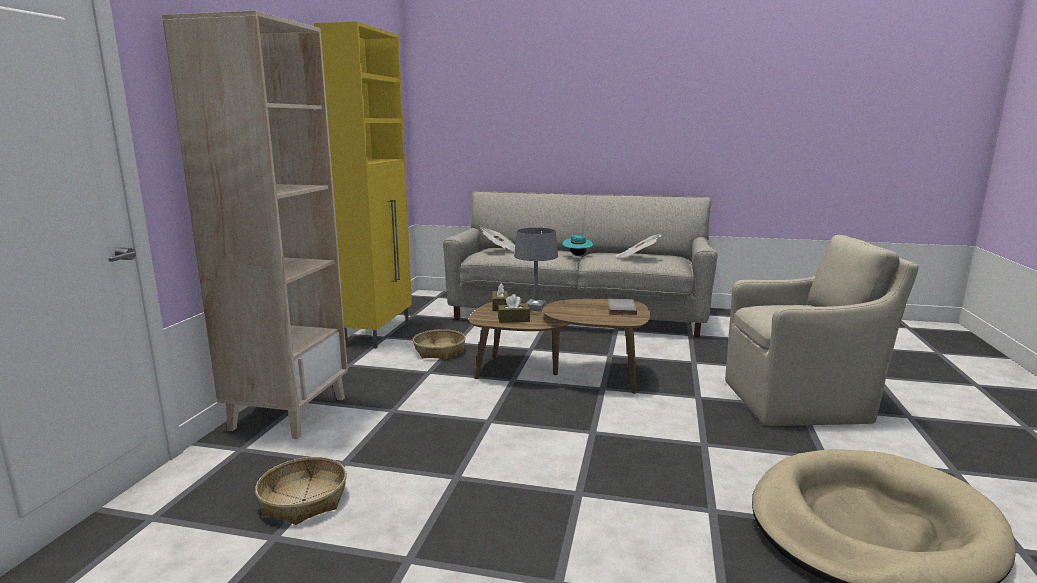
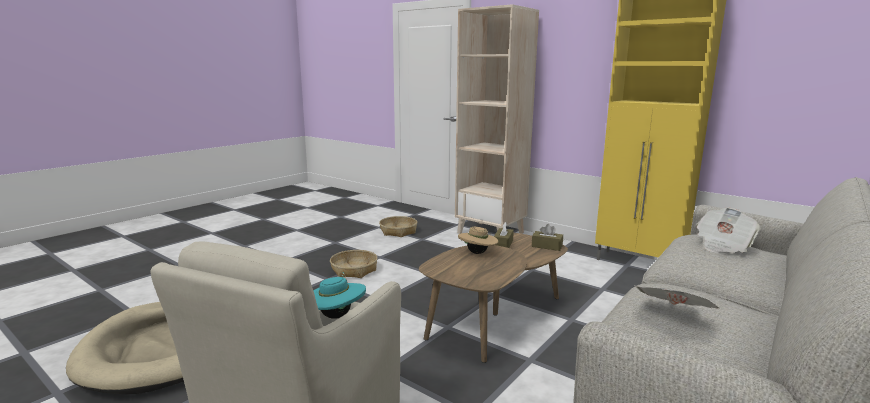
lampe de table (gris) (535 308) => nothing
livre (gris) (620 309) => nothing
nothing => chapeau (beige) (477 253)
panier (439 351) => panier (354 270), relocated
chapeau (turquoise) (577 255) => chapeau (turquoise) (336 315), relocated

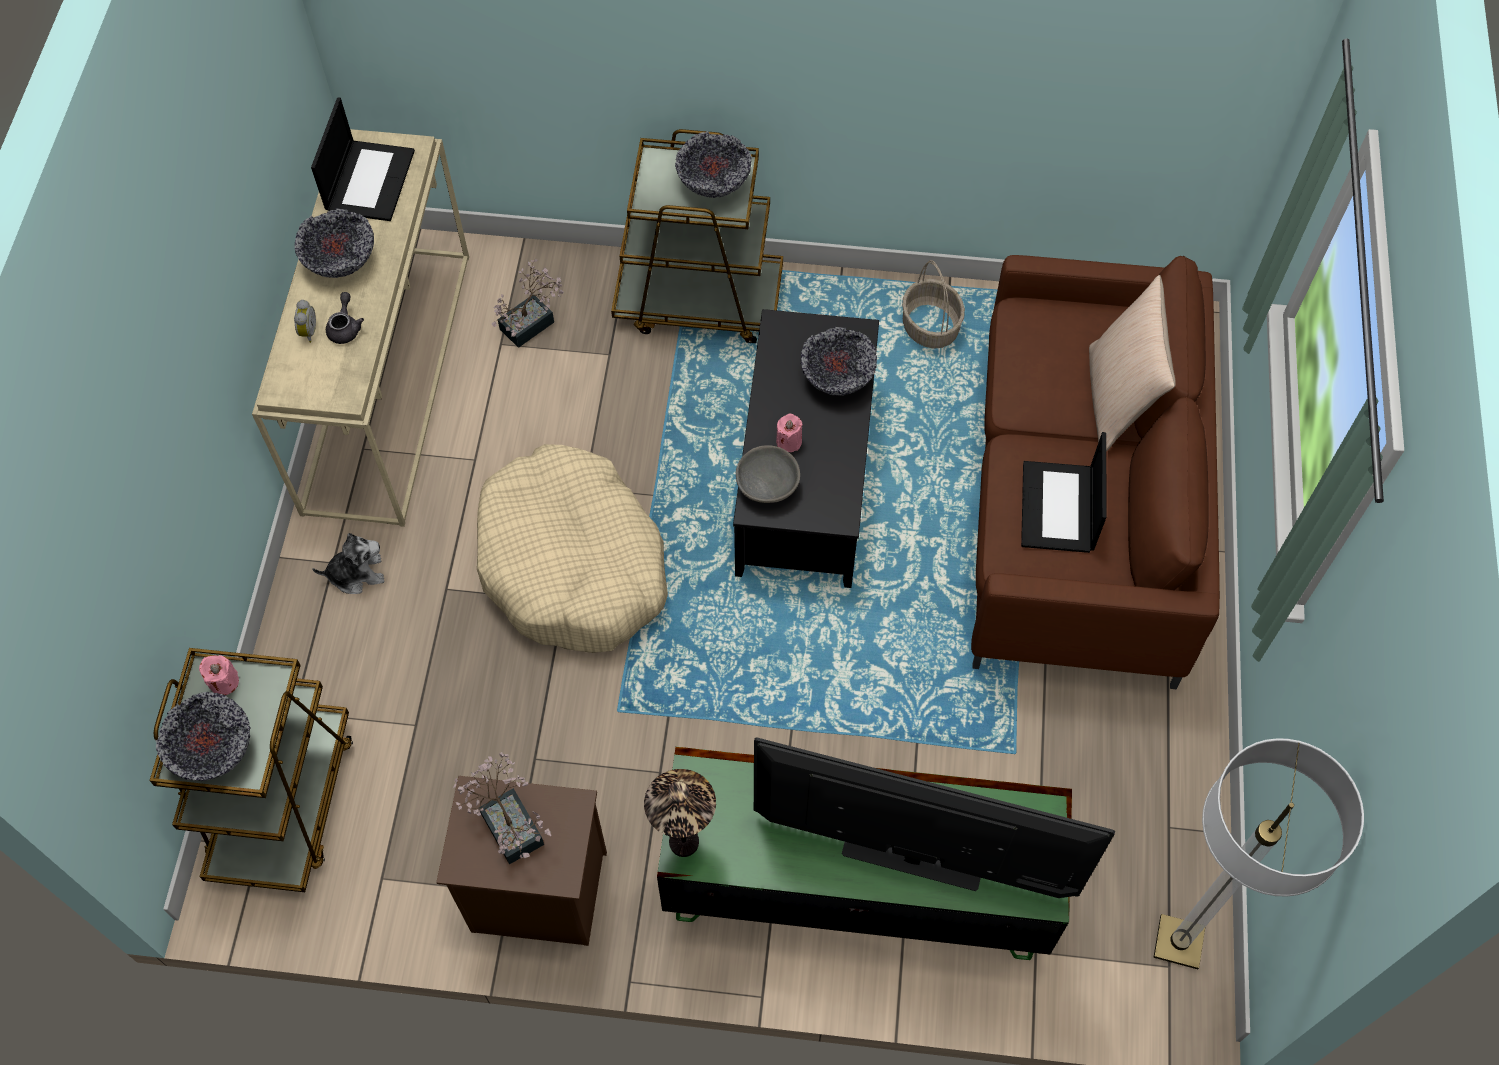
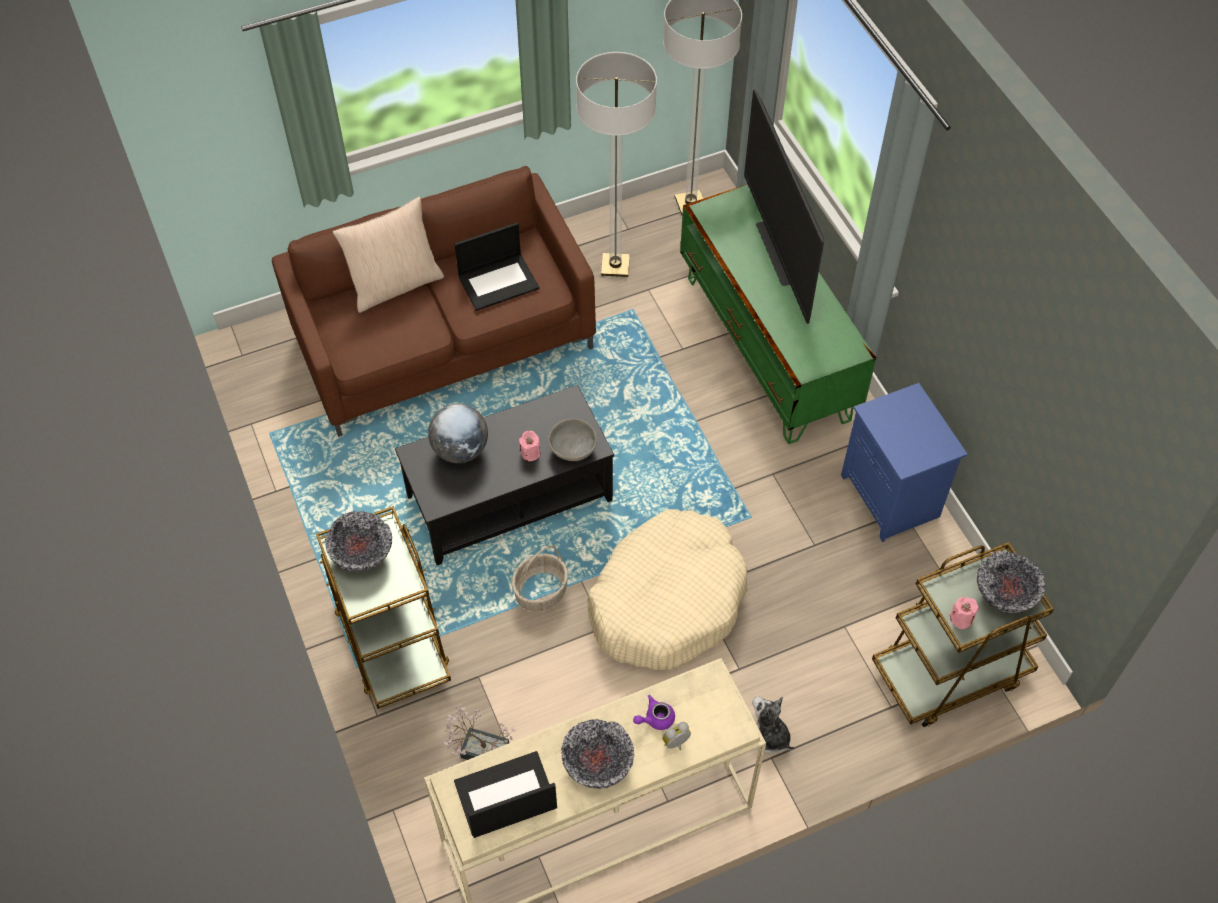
plante en pot (509 822) => nothing
lampe de table (684 842) => nothing
nothing => lampadaire (615 266)
panier (929 326) => panier (540 592), relocated
bol (837 378) => globe (460 449)
théière (gris) (345 327) => théière (violet) (655 719)
table de chevet (marron) (535 893) => table de chevet (bleu) (892 497)

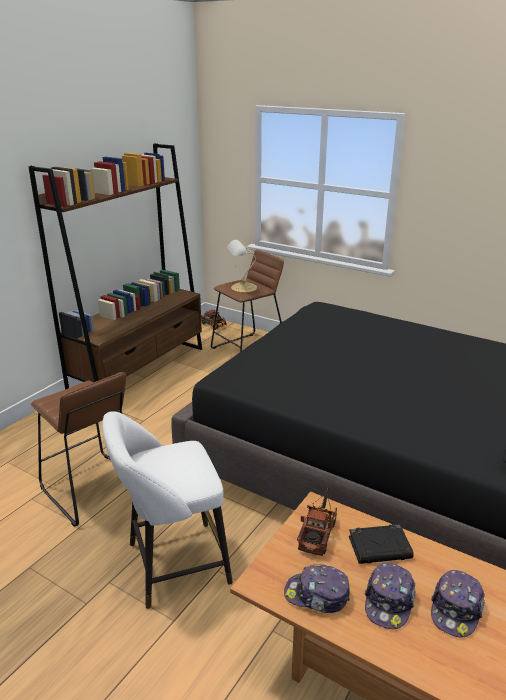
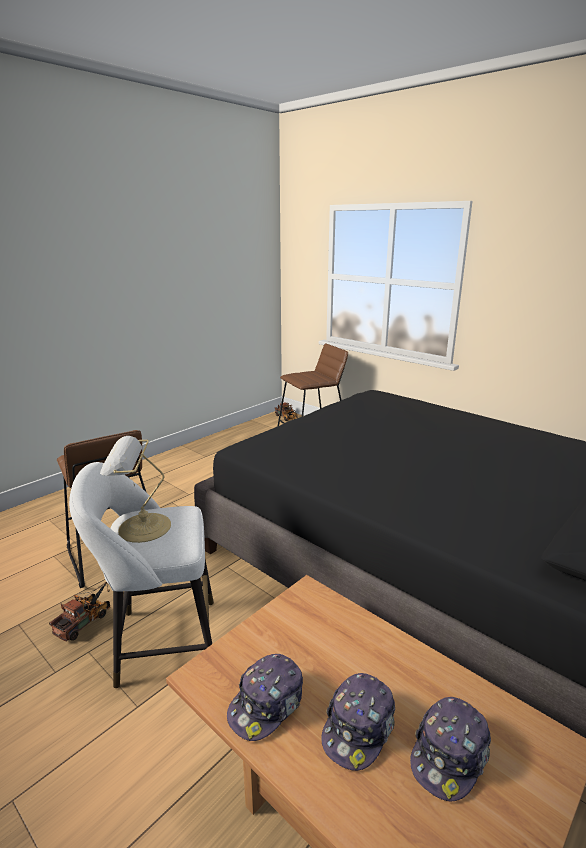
bibliothèque (marron) (139 371) => nothing
livre (noir) (380 547) => nothing
lampe de table (242 288) => lampe de table (141 527), relocated
camion jouet (318 532) => camion jouet (86 620), relocated
casquette (317 595) => casquette (267 704), 75 degrees counterclockwise

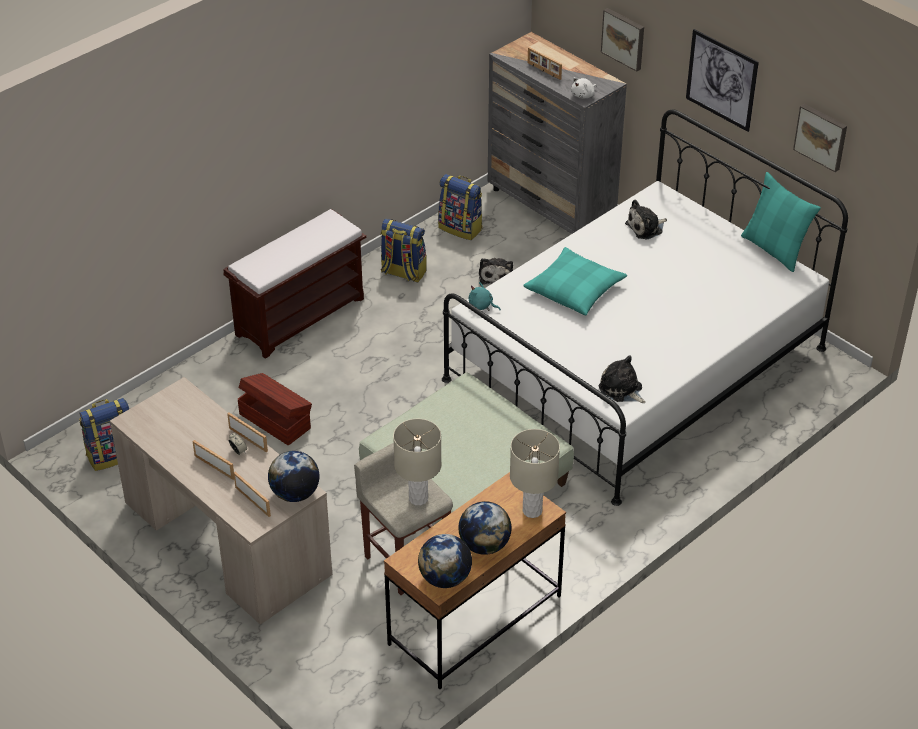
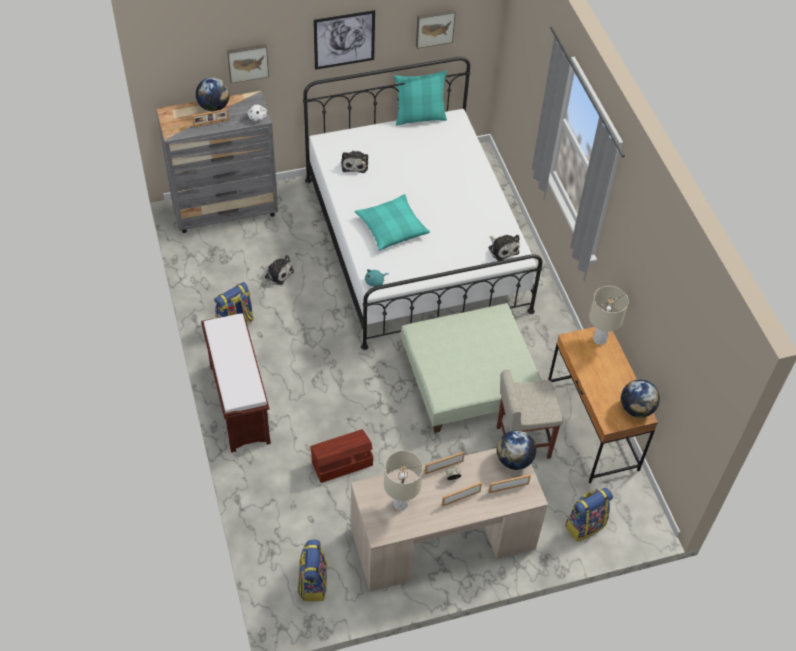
lampe de table (beige) (418 499) => lampe de table (beige) (401 504), relocated
sac à dos (461 228) => sac à dos (585 524), relocated
globe (484 545) => globe (214 107), relocated
peluche (622 389) => peluche (502 249), 105 degrees counterclockwise

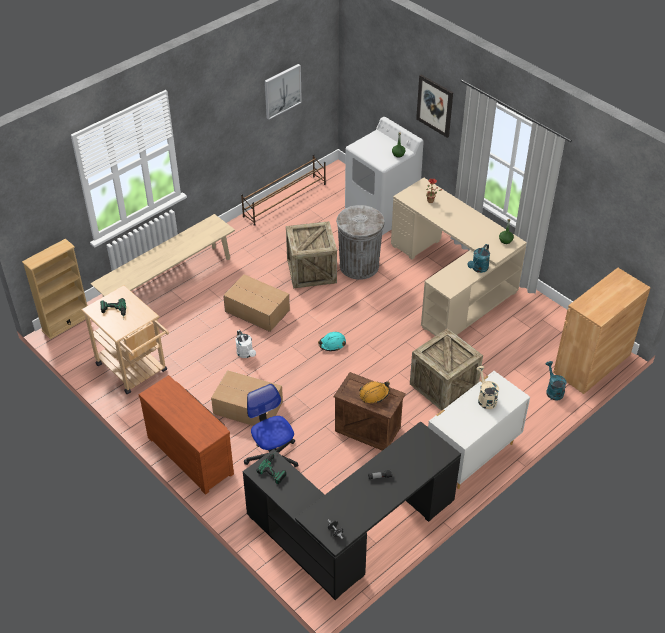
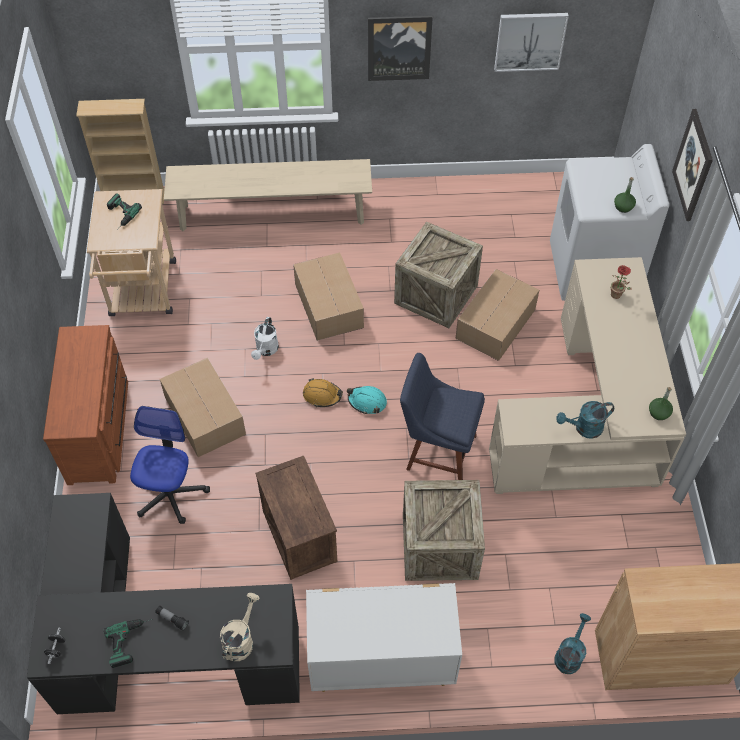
étagère à chaussures (marron) (285 200) => nothing
nothing => tableau (399 47)
nothing => chaise (bleu) (437 451)
perceuse (276 467) => perceuse (132 642), relocated
casque de chantier (orange) (374 394) => casque de chantier (orange) (322 395), relocated
arrosoir (beige) (485 398) => arrosoir (beige) (240 639), relocated
poubelle (gris) (359 266) => carton (496 323)

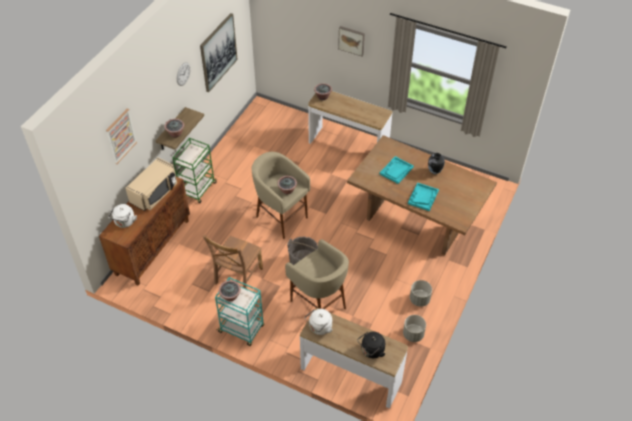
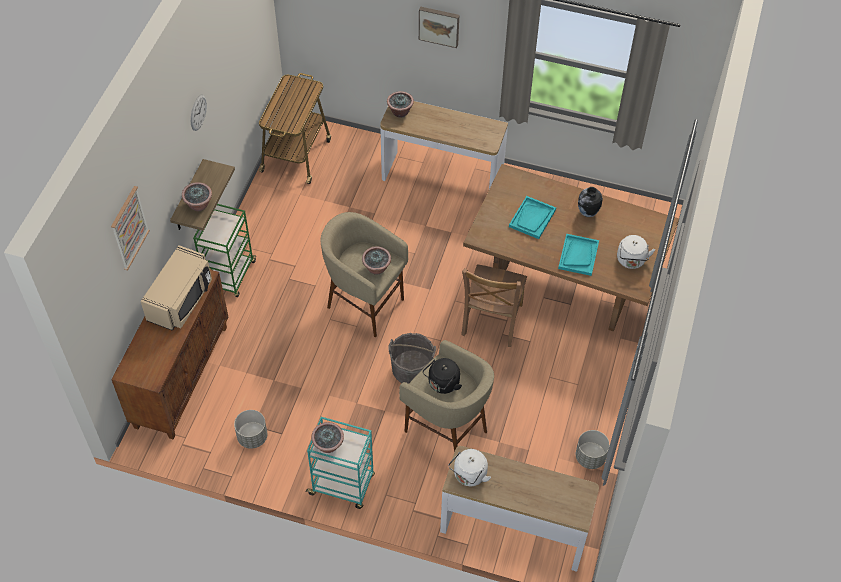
tableau (218 52) => nothing
nothing => chariot (296 154)
bouilloire (blanc) (124 222) => bouilloire (blanc) (631 261), relocated
chaise (marron) (237 277) => chaise (marron) (491 322), relocated
bouilloire (noir) (371 351) => bouilloire (noir) (442 384), relocated
cache-pot (gris) (419 299) => cache-pot (gris) (252 437), relocated

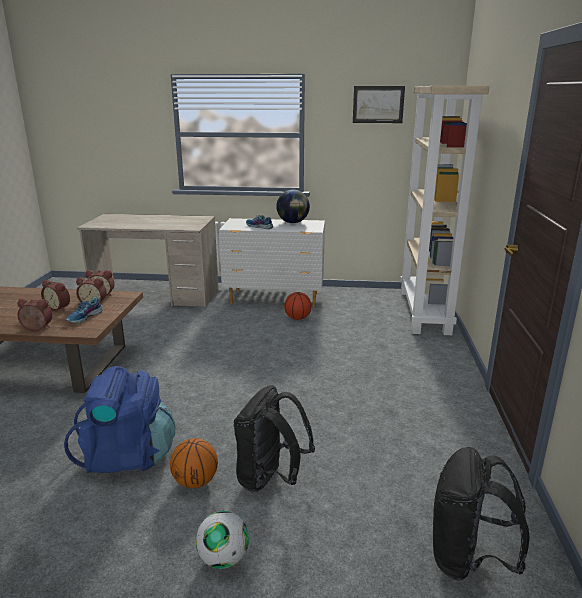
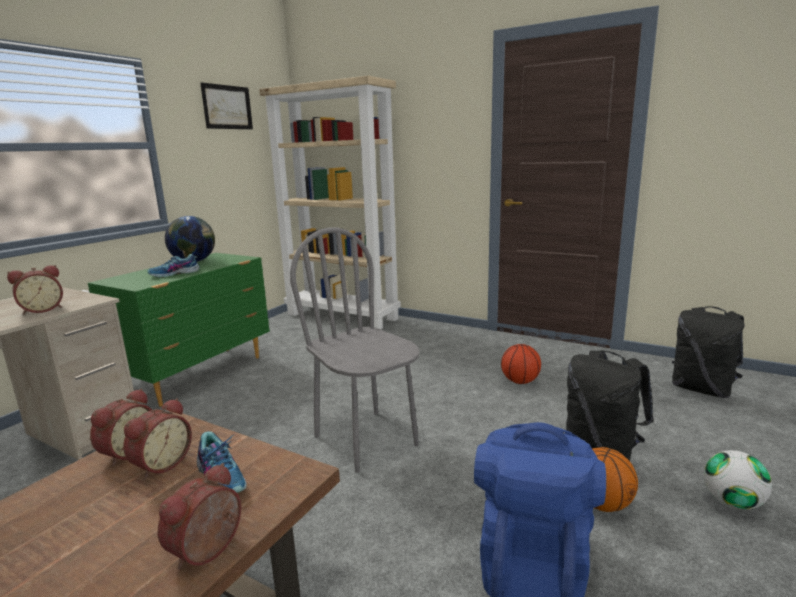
nothing => chaise (gris) (366 440)
réveil (59 308) => réveil (42 309), relocated
ballon de basket (297 318) => ballon de basket (520 381), relocated
commode (blanc) (275 299) => commode (vert) (200 374)

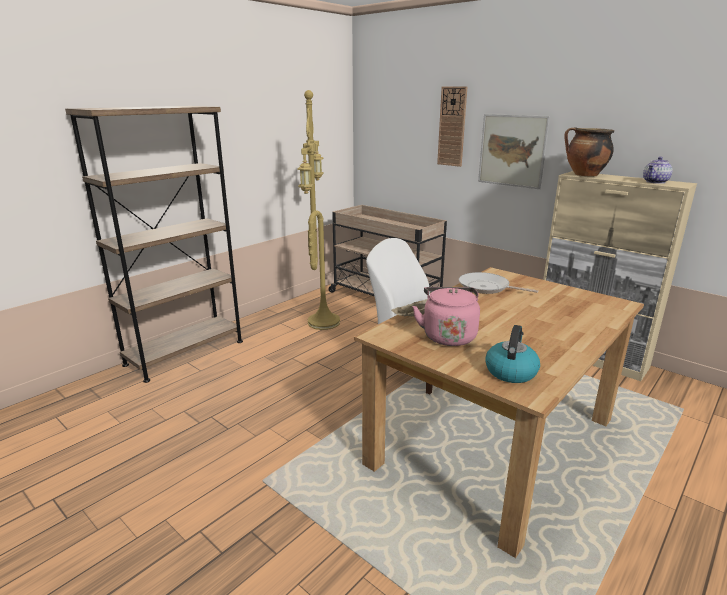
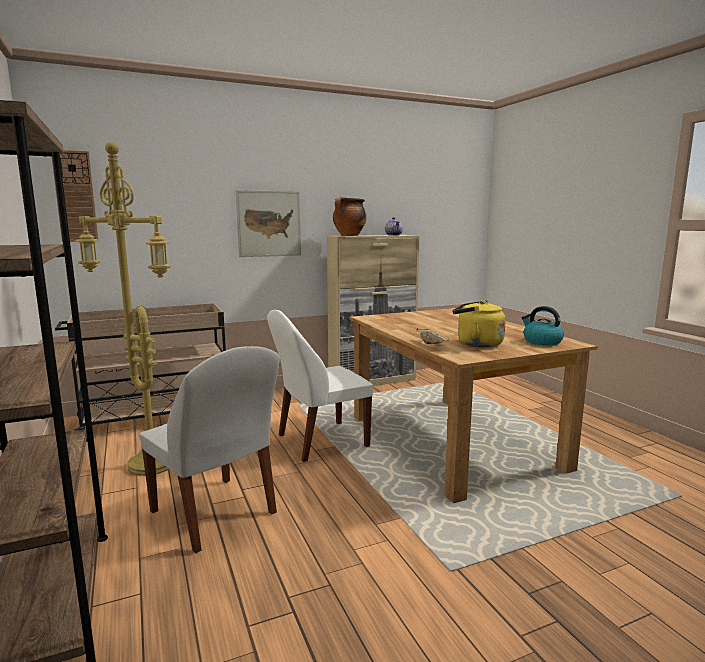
poêle (486 287) => nothing
nothing => chaise (blanc) (215 514)
horloge murale (452 127) => horloge murale (75 197), relocated
bouilloire (rose) (448 335) => bouilloire (jaune) (476 344)

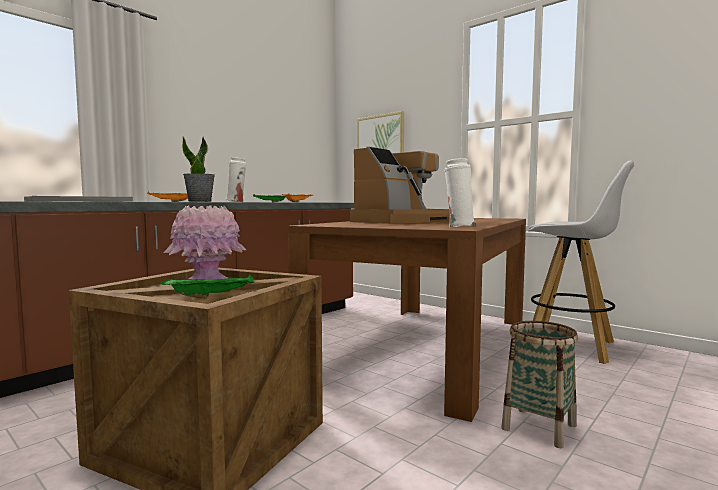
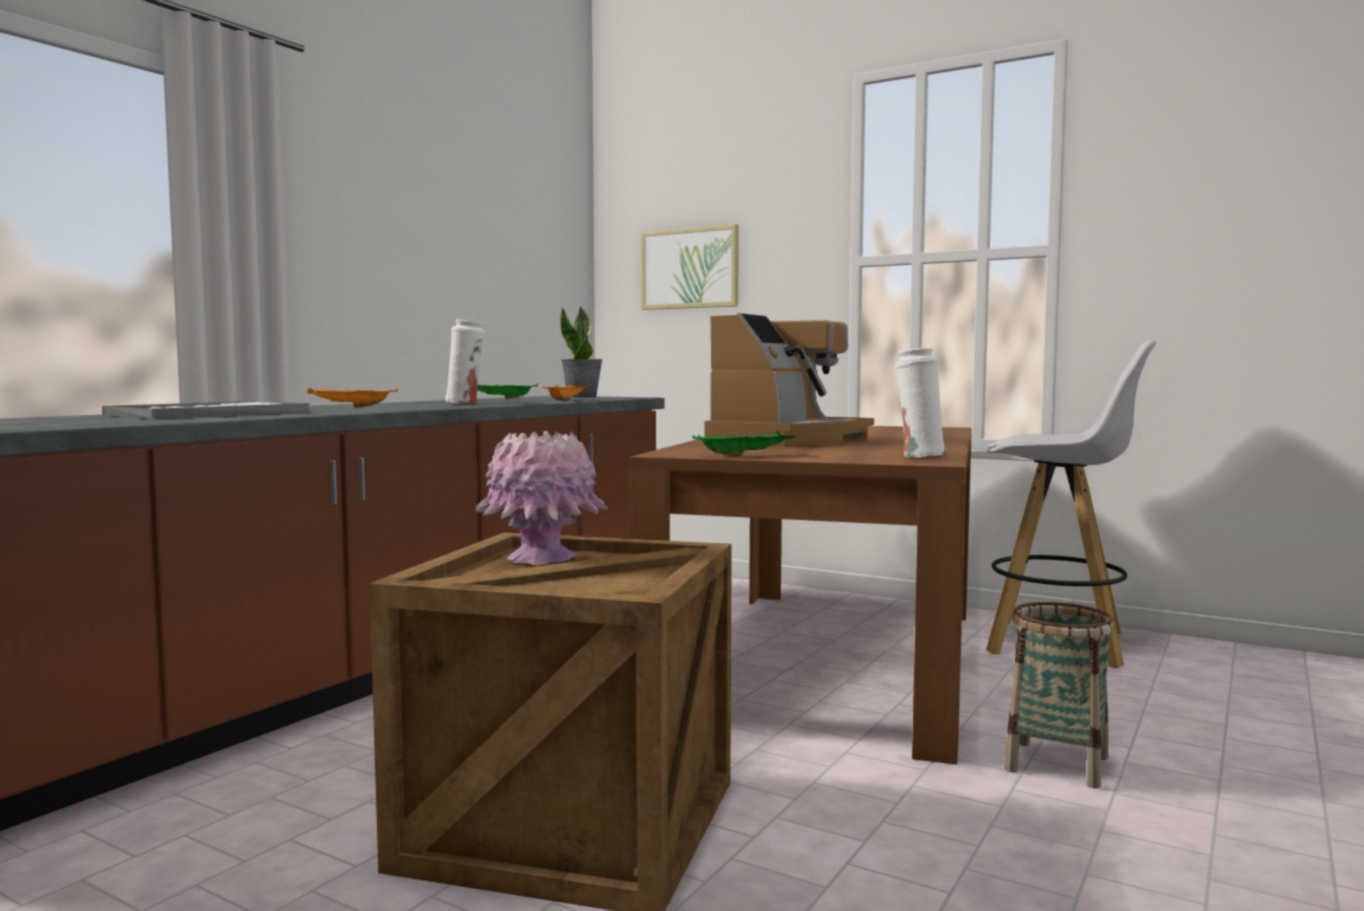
plateau (vert) (212 296) => plateau (vert) (744 455), relocated
plante en pot (200 201) => plante en pot (582 397), relocated

